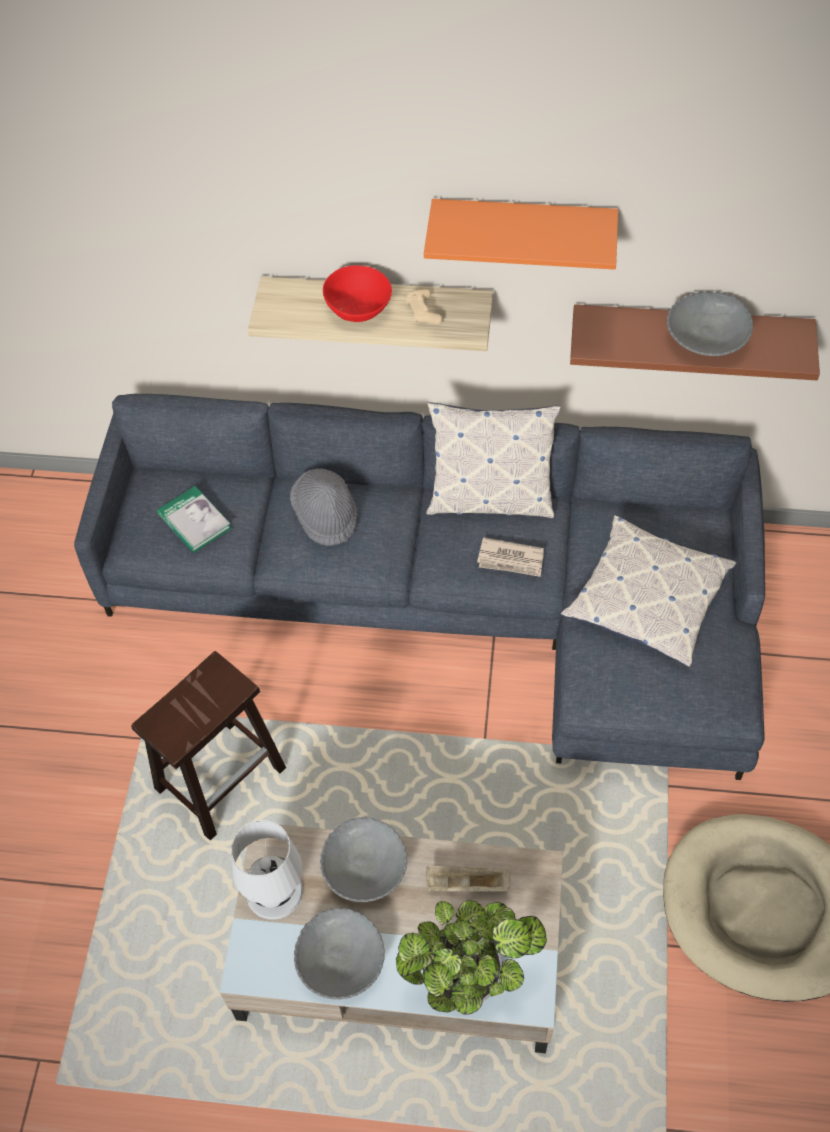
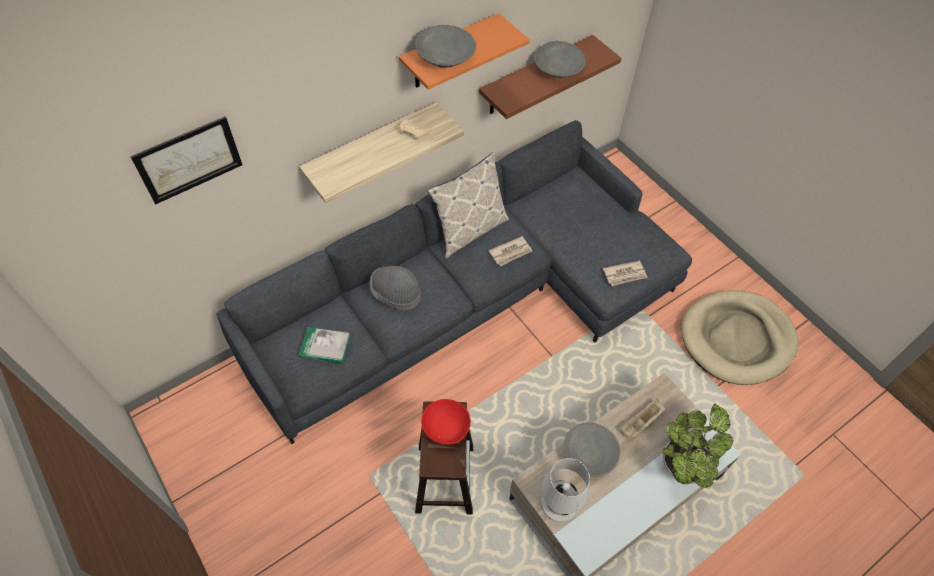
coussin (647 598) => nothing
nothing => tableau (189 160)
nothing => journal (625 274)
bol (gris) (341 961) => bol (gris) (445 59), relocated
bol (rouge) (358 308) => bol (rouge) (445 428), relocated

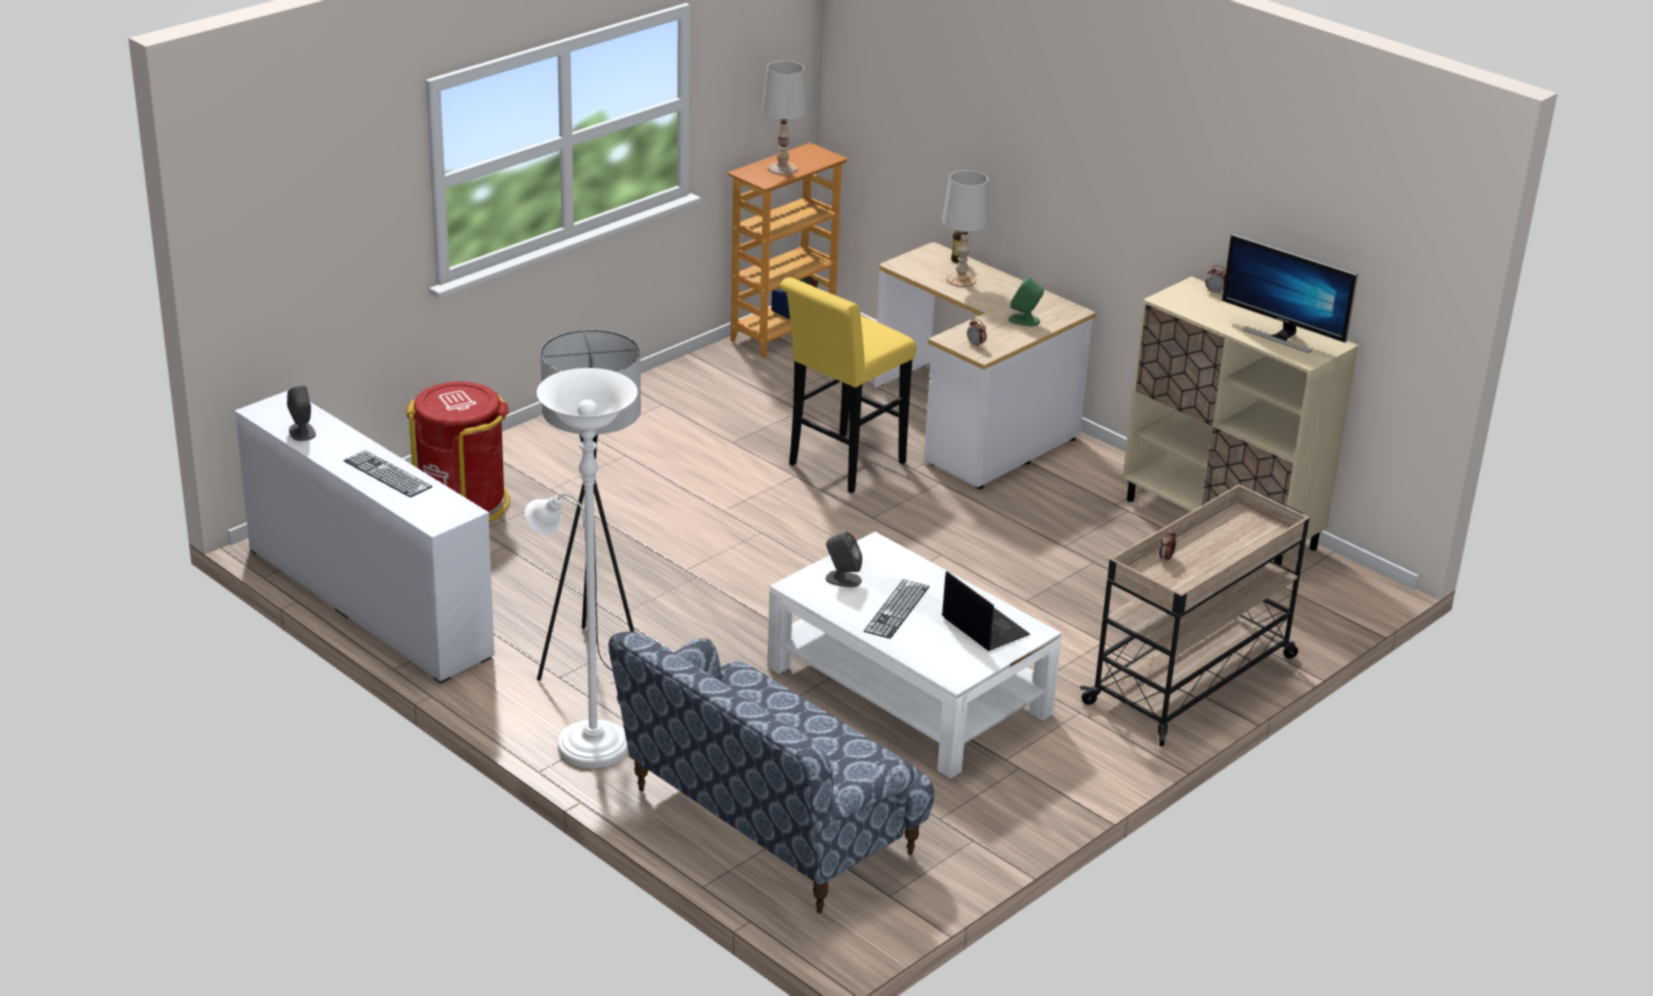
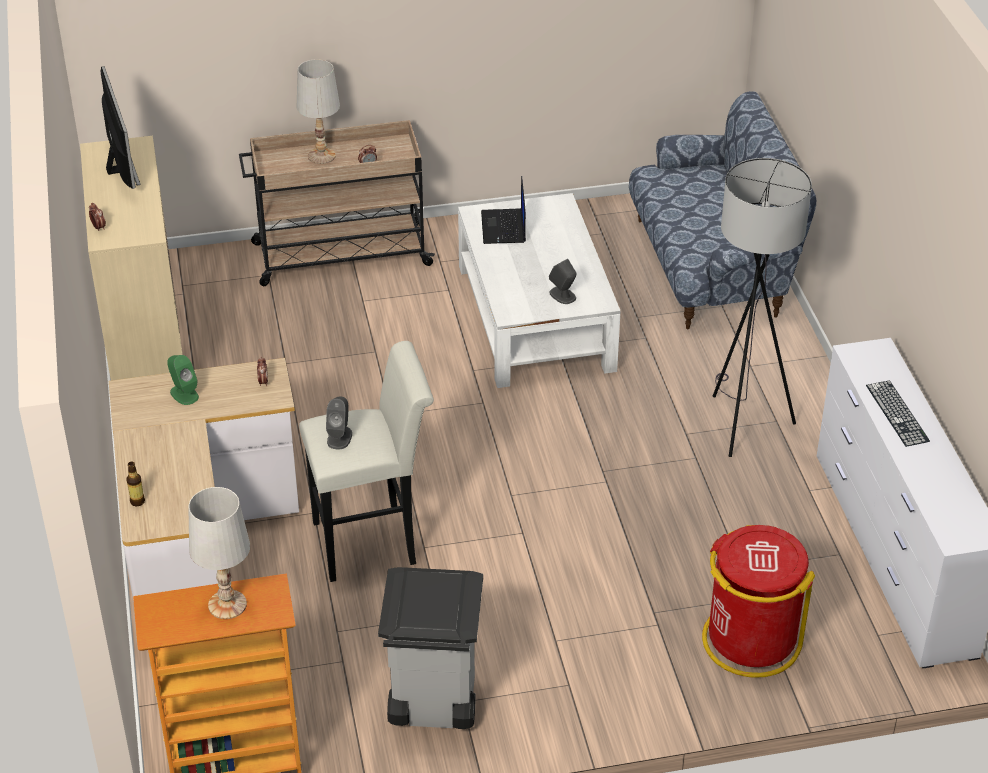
lampadaire (blanc) (586 742) => nothing
clavier (897 609) => nothing
nothing => poubelle (gris) (432 703)
enceinte (gris) (302 432) => enceinte (gris) (339 437), relocated
lampe de table (blanc) (961 280) => lampe de table (blanc) (321 156), relocated
tabouret (jaune) (841 466) => tabouret (blanc) (373 541)

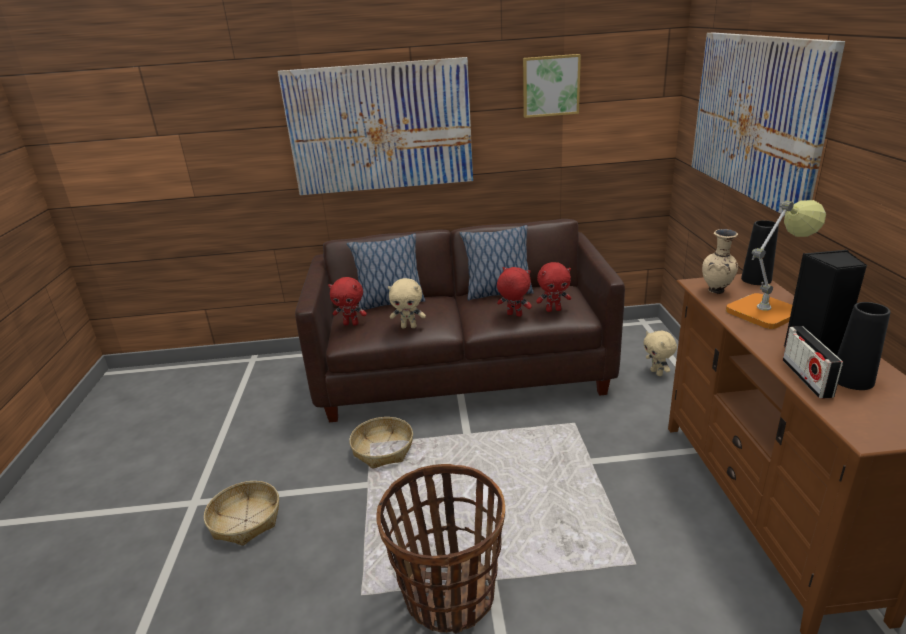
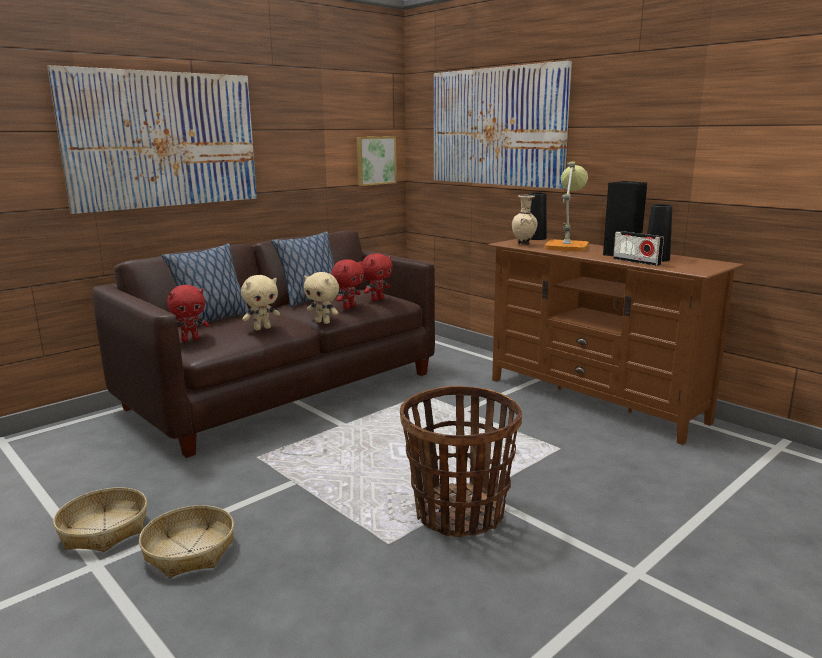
panier (383 449) => panier (104 530), relocated
tableau (550 85) => tableau (375 160), relocated
peluche (beige) (657 373) => peluche (beige) (323 322), relocated
peluche (rouge) (514 315) => peluche (rouge) (348 307), 135 degrees clockwise

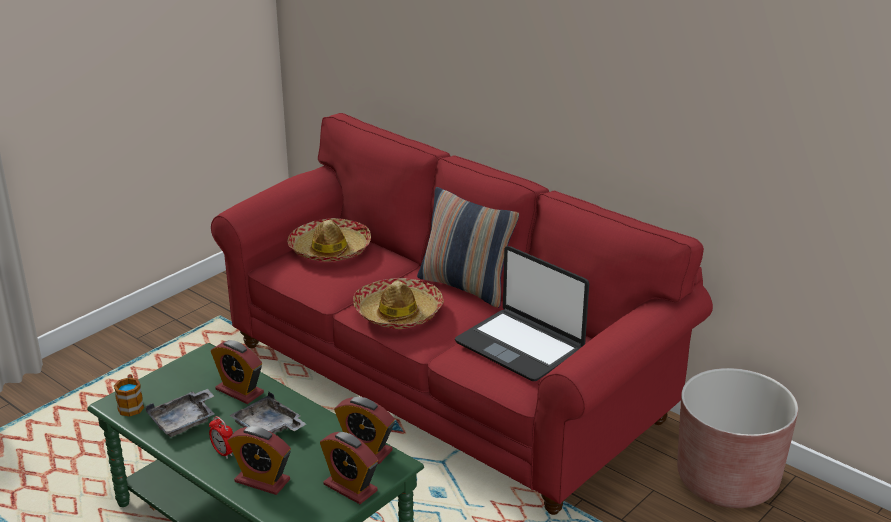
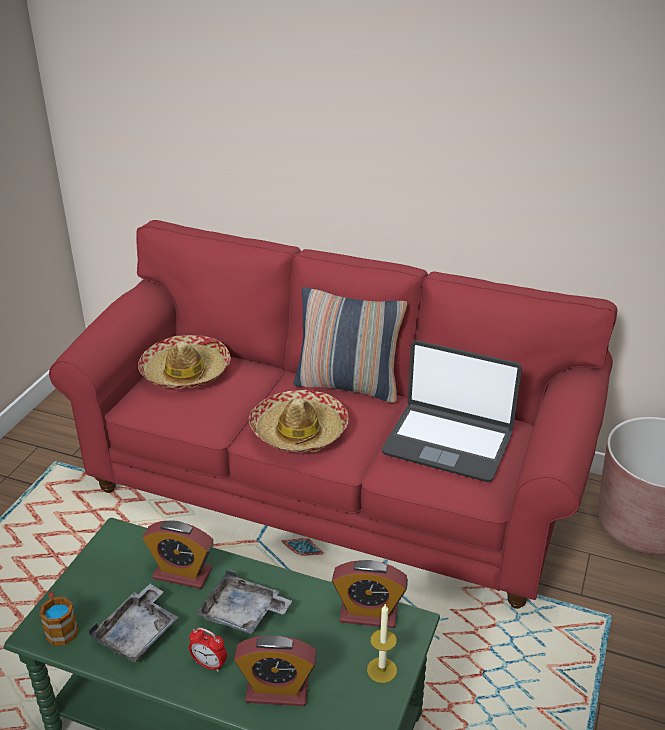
réveil (350 488) => bougie (382 670)

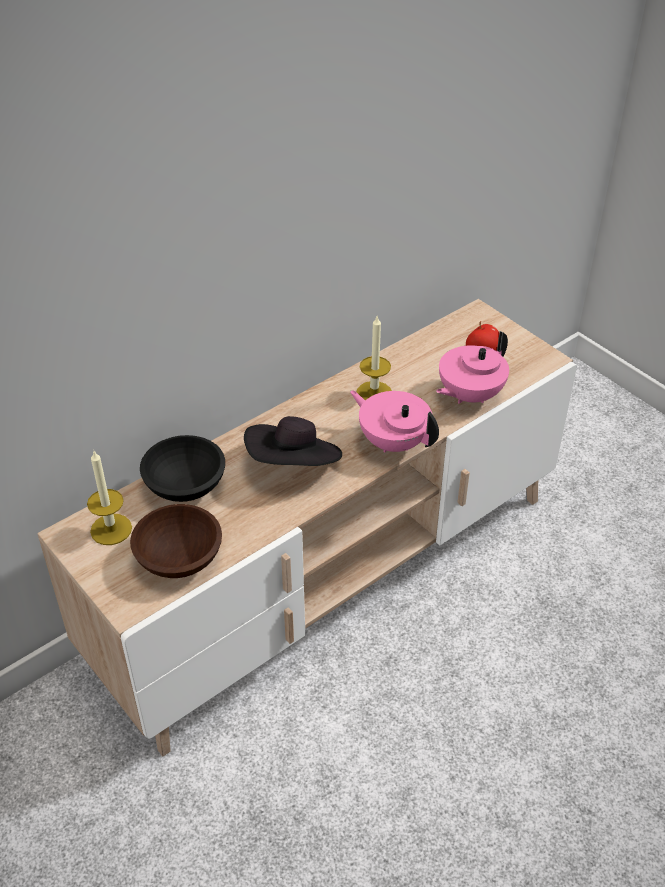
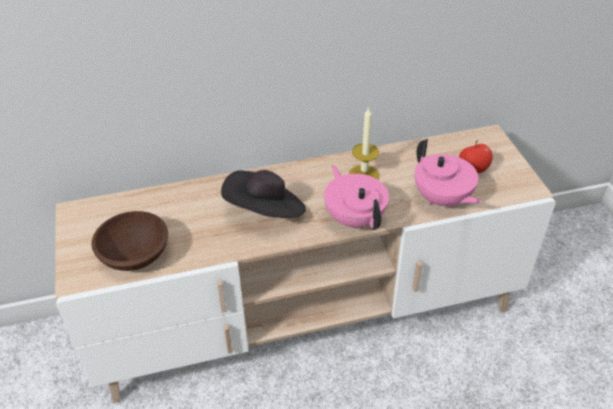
bougie (111 529) => nothing
bol (noir) (184 485) => nothing
théière (rose) (469 395) => théière (rose) (442 199), 105 degrees counterclockwise

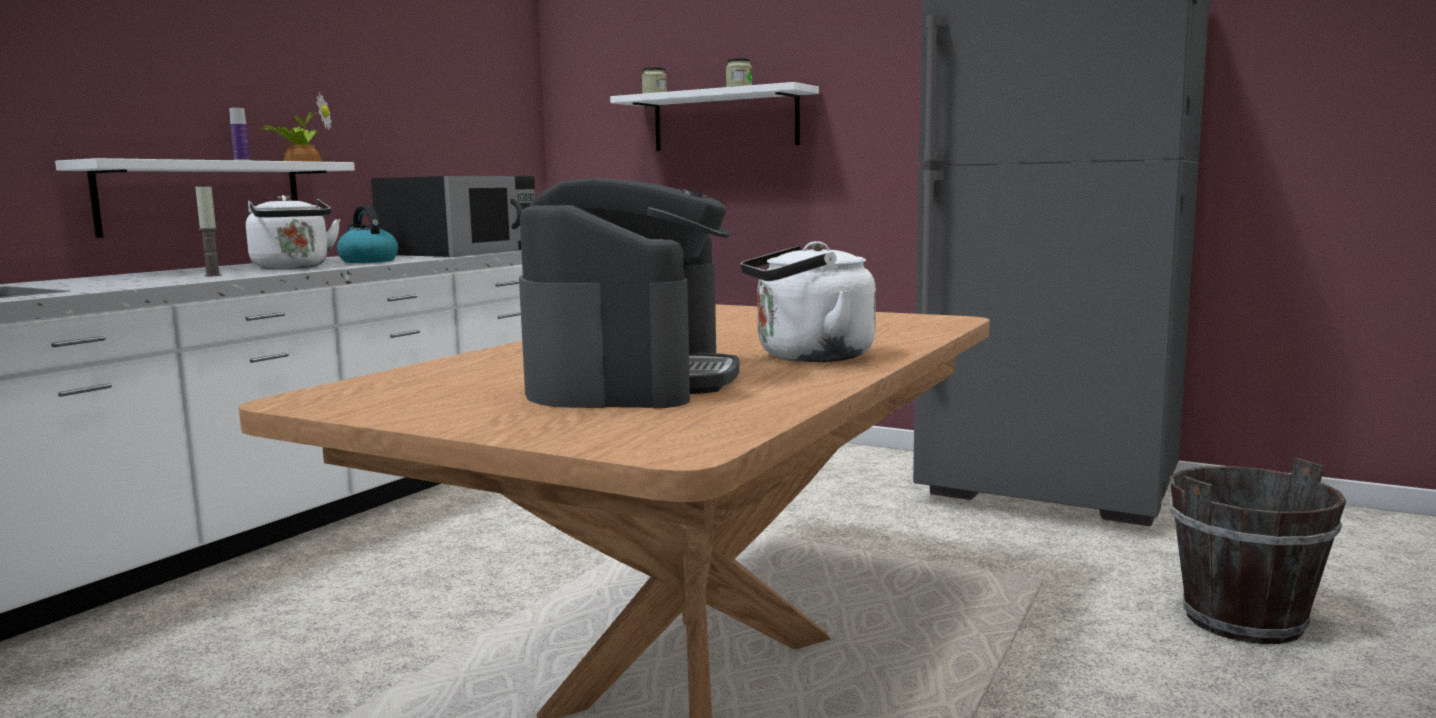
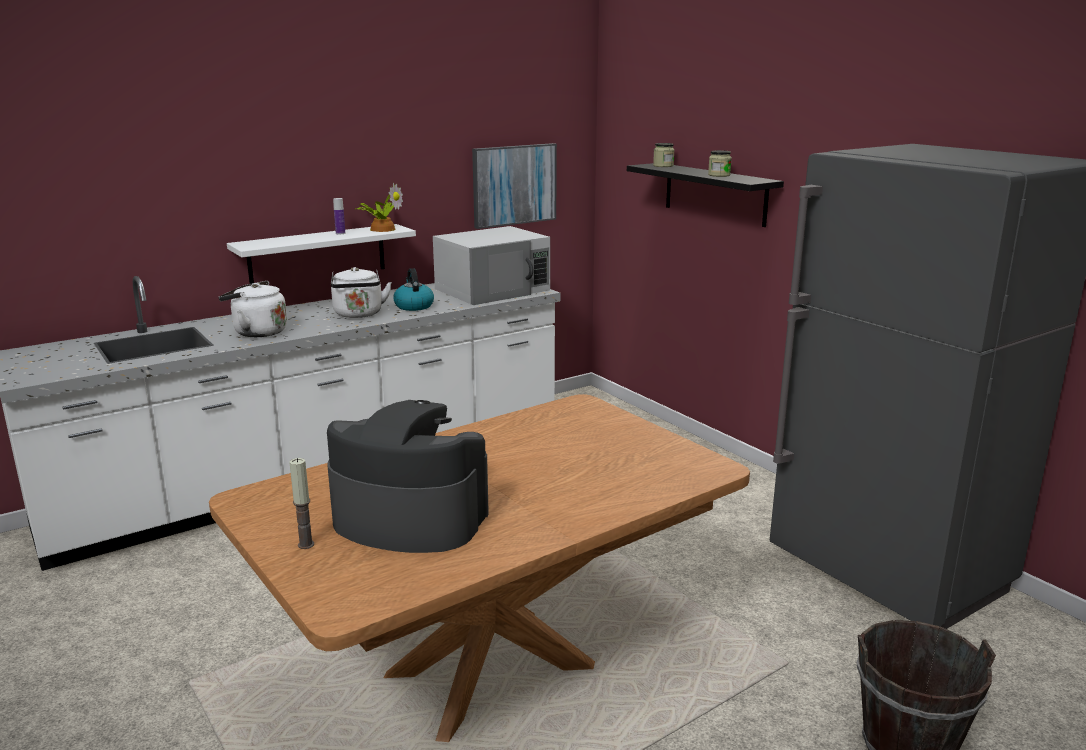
nothing => tableau (514 185)
bougie (213 275) => bougie (306 544), relocated
bouilloire (blanc) (808 357) => bouilloire (blanc) (257 332), relocated
micro-ondes (noir) (461 251) => micro-ondes (blanc) (493 289)
étagère (blanc) (725 120) => étagère (noir) (715 194)
machine à café (631 380) => machine à café (409 519), 105 degrees counterclockwise

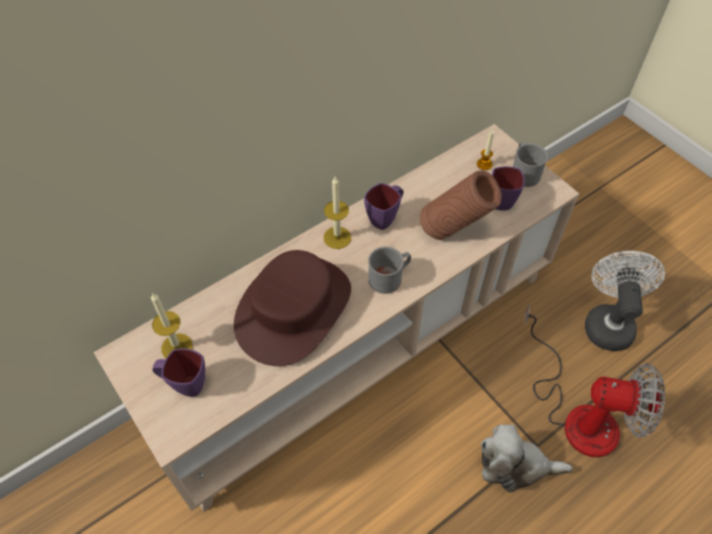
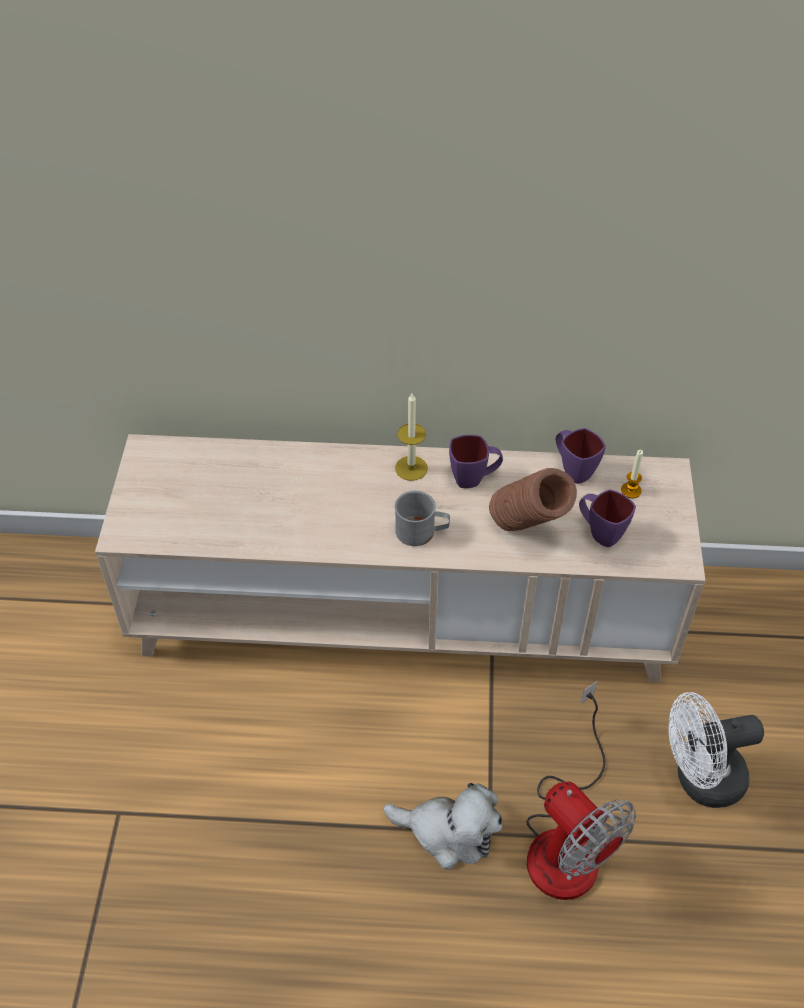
bougie (177 347) => nothing
chapeau (marron) (293 309) => nothing
mug (gris) (523 172) => nothing
mug (violet) (184 384) => mug (violet) (573 470), relocated
peluche (515 465) => peluche (448 832), 150 degrees clockwise
ventilateur (blanc) (607 322) => ventilateur (blanc) (699 780), 150 degrees counterclockwise

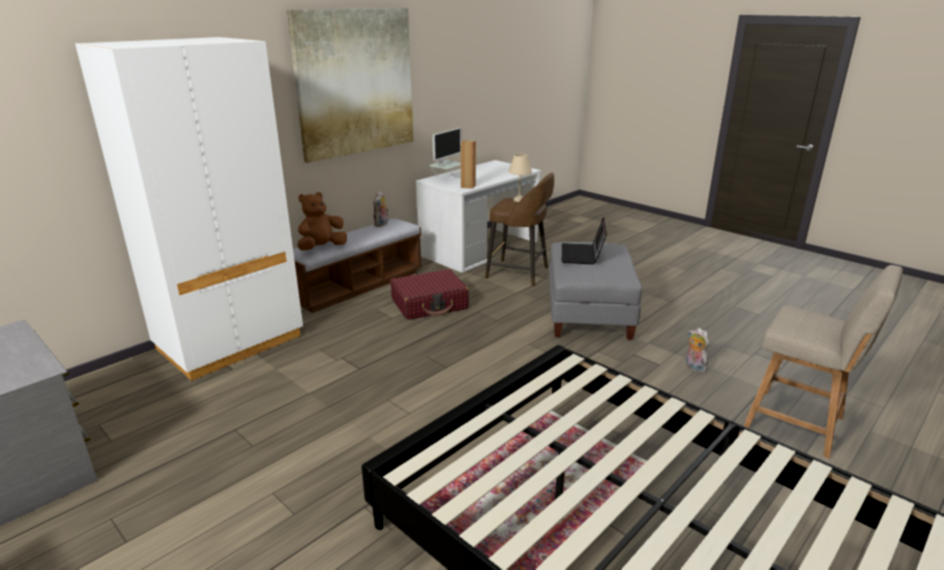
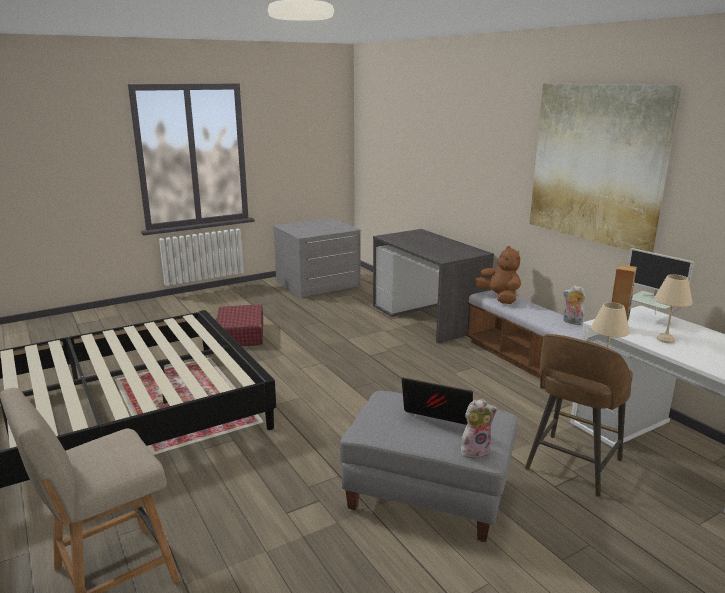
nothing => lampe de table (beige) (664 339)
valise (rouge) (430 304) => valise (rouge) (240 335), relocated
peluche (693 367) => peluche (475 450), relocated
armoire (blanc) (230 343) => bureau (gris) (428 317)

